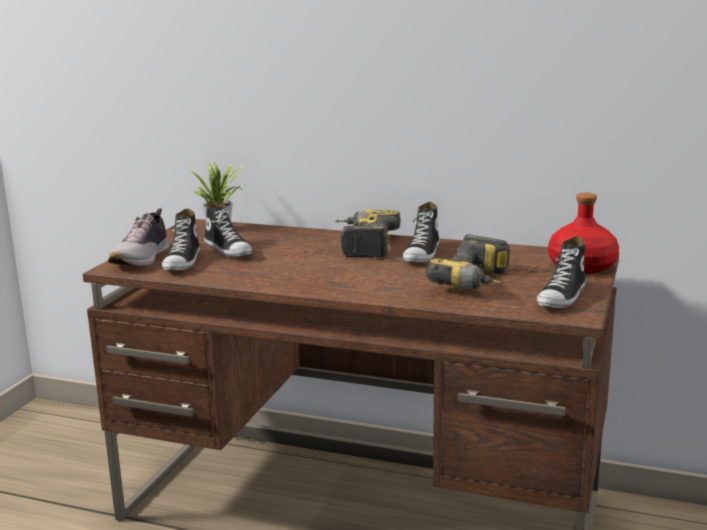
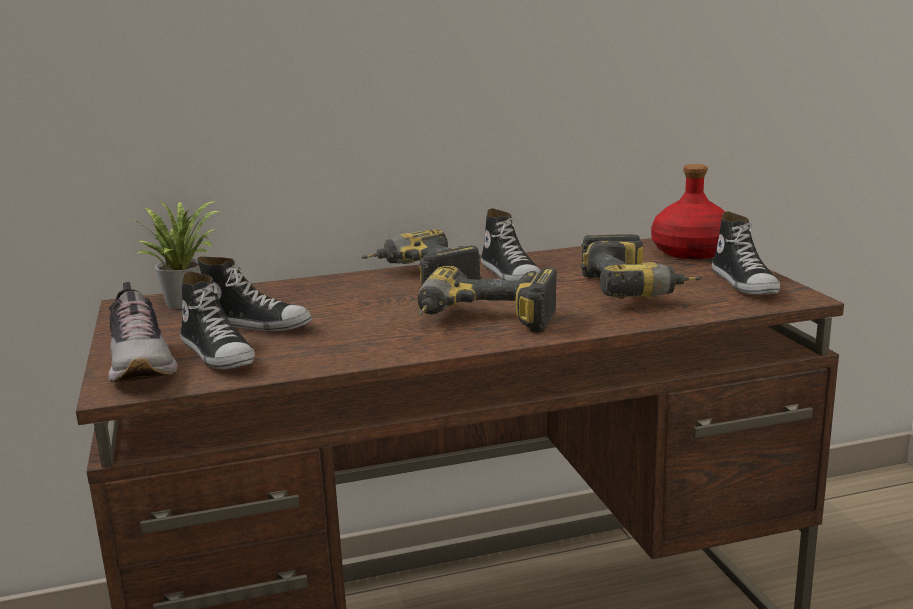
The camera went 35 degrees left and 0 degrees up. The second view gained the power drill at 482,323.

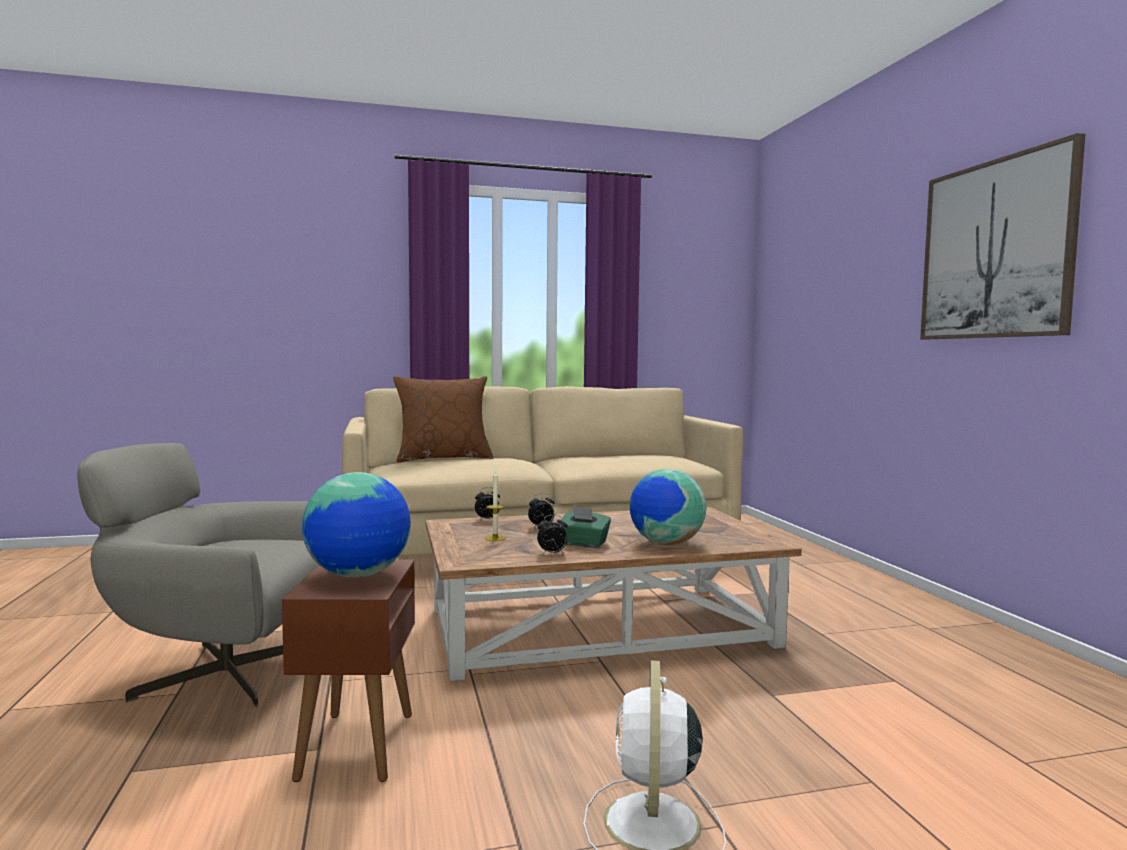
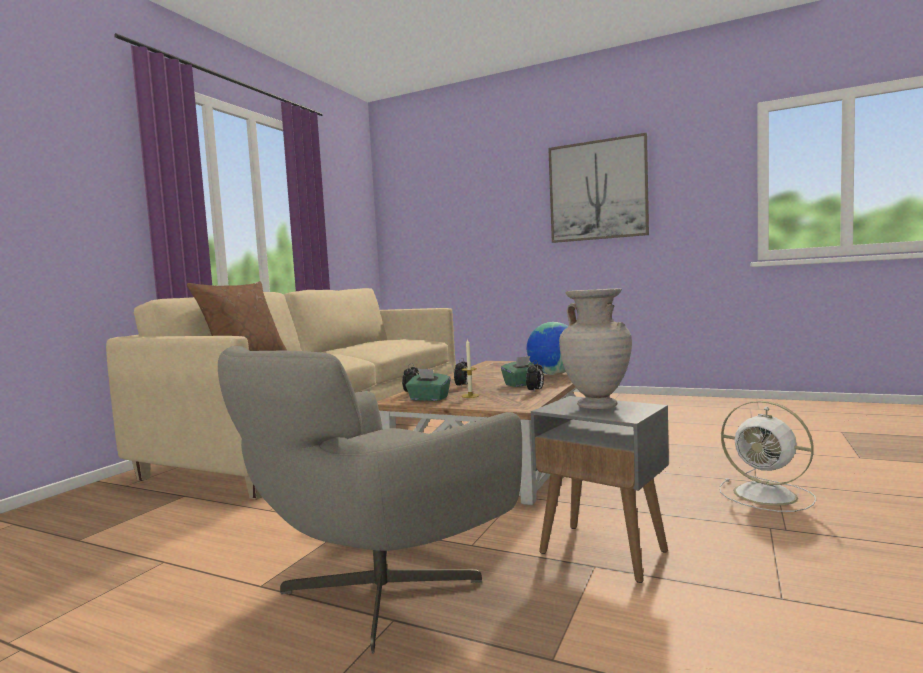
The camera went 50 degrees left and 0 degrees up. What was the side table (brown) at 356,746 turned into the side table (grey) at 604,552. Where the globe stood at 359,575, the vase (beige) came to stand at 597,406. The second view gained the tissue box (green) at 428,399.

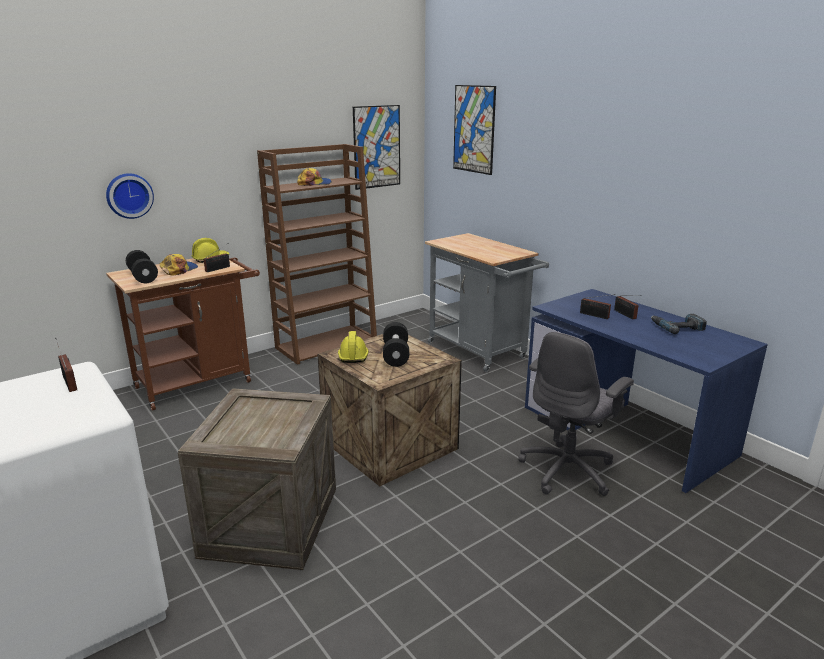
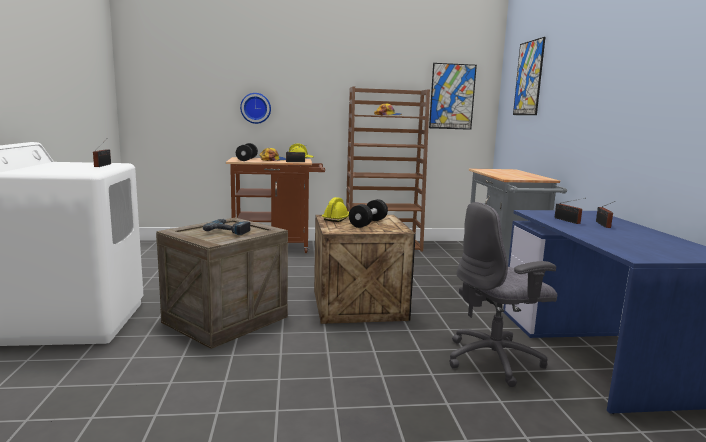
The camera went 30 degrees right and 10 degrees down. The power drill ended up elsewhere, having gone from 677,327 to 229,230.

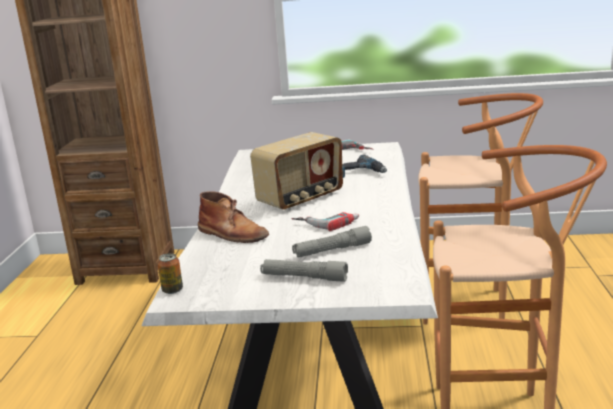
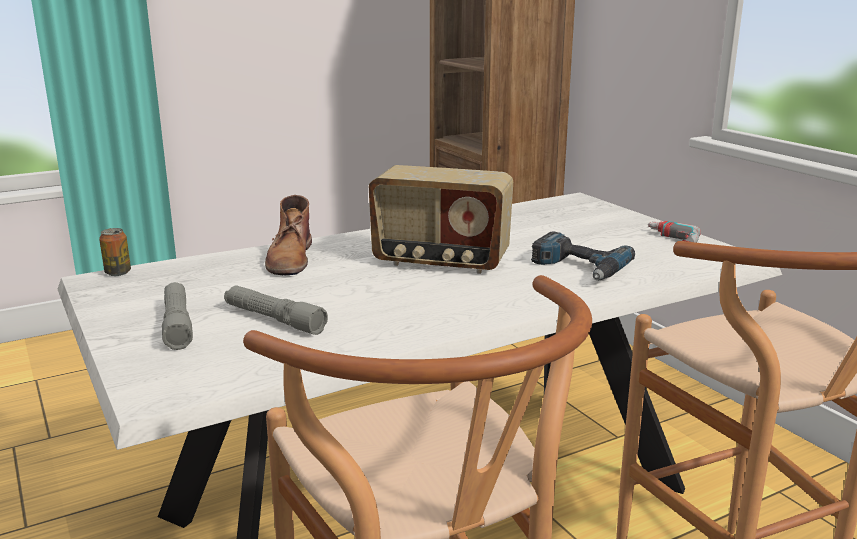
The camera went 55 degrees right and 0 degrees up. The second view lost the power drill at 326,222.

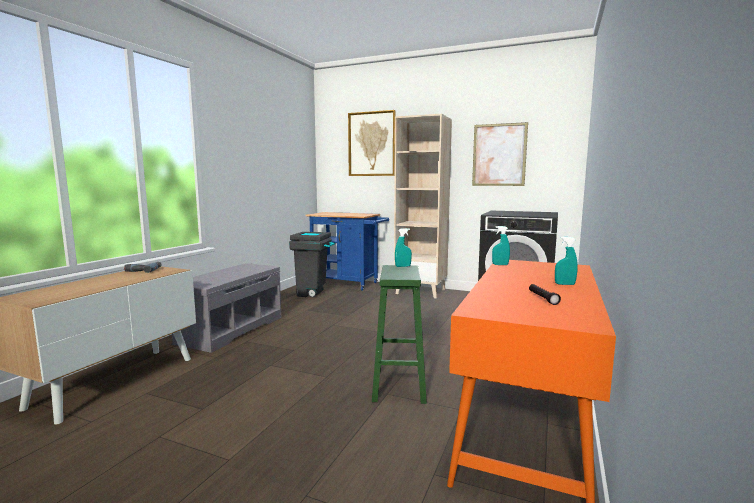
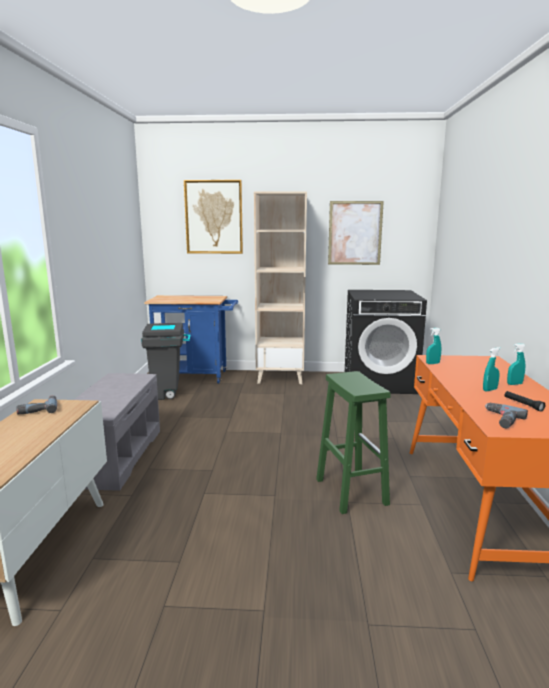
The camera went 20 degrees left and 5 degrees up. The spray bottle (turquoise) ended up elsewhere, having gone from 403,266 to 489,390. The second view gained the power drill at 501,419.

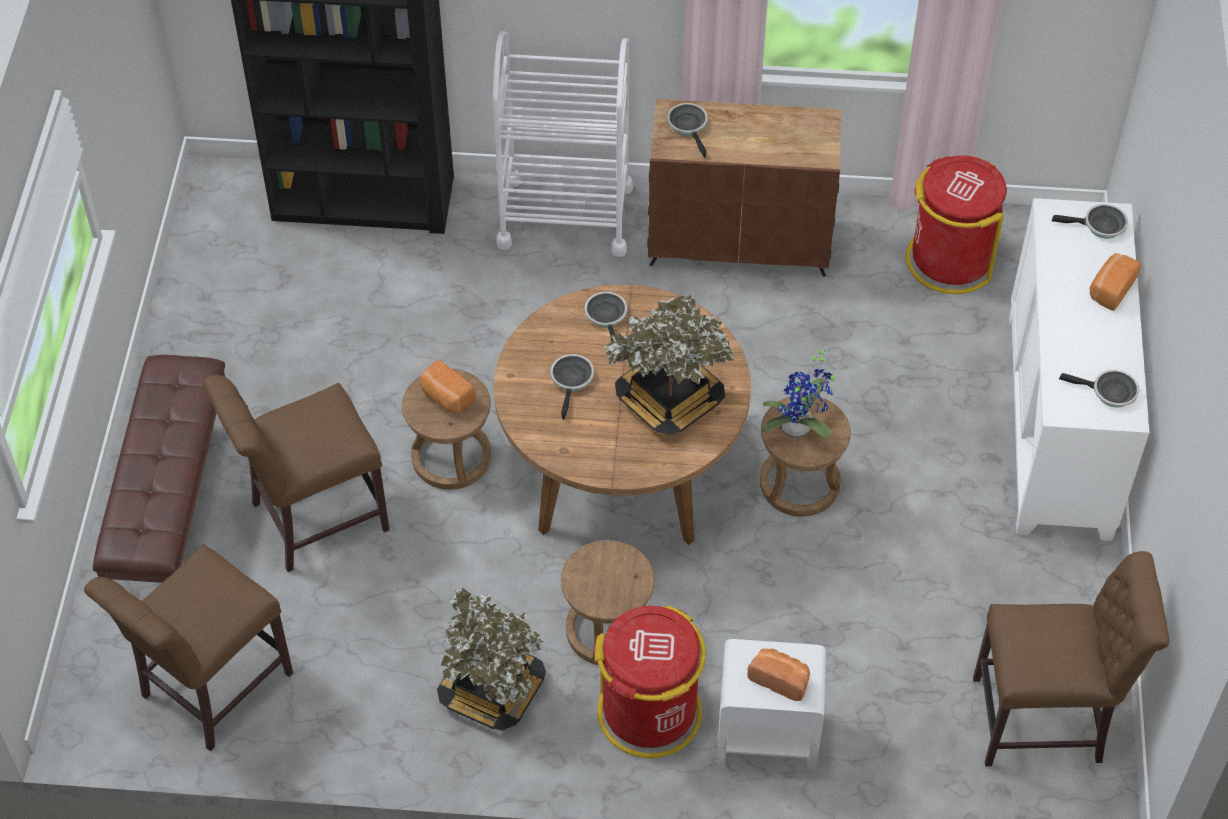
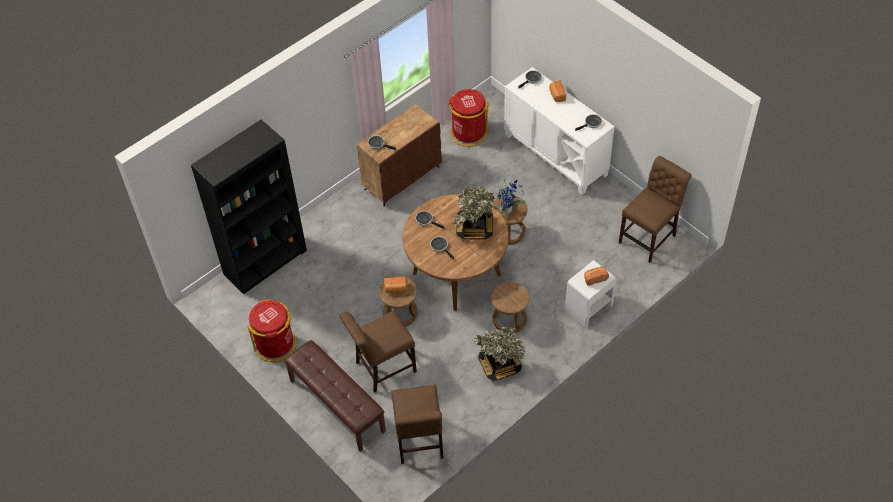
The camera went 45 degrees left and 0 degrees up. The chair (brown) at 311,518 ended up facing another way, 45 degrees clockwise from before. The second view lost the cart (white) at 565,216. The trash can (red) ended up elsewhere, having gone from 650,713 to 275,344.

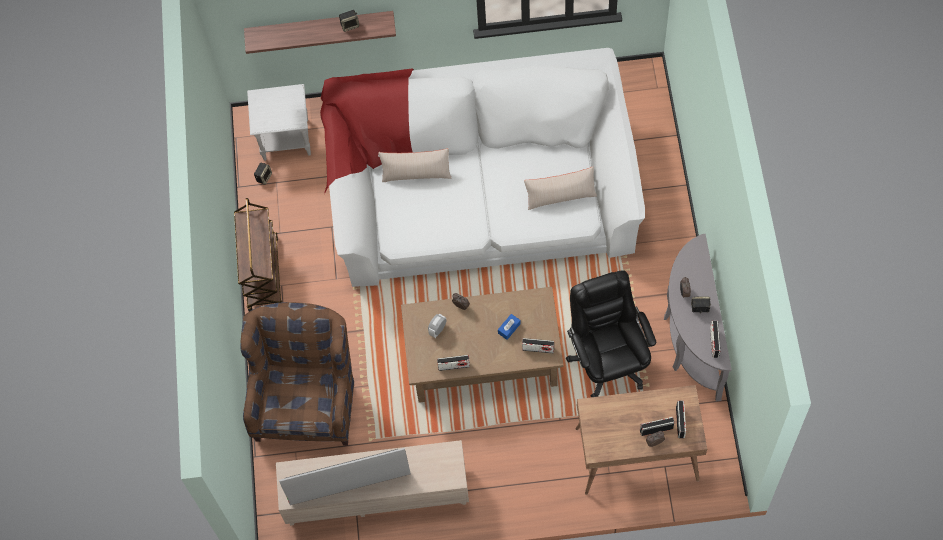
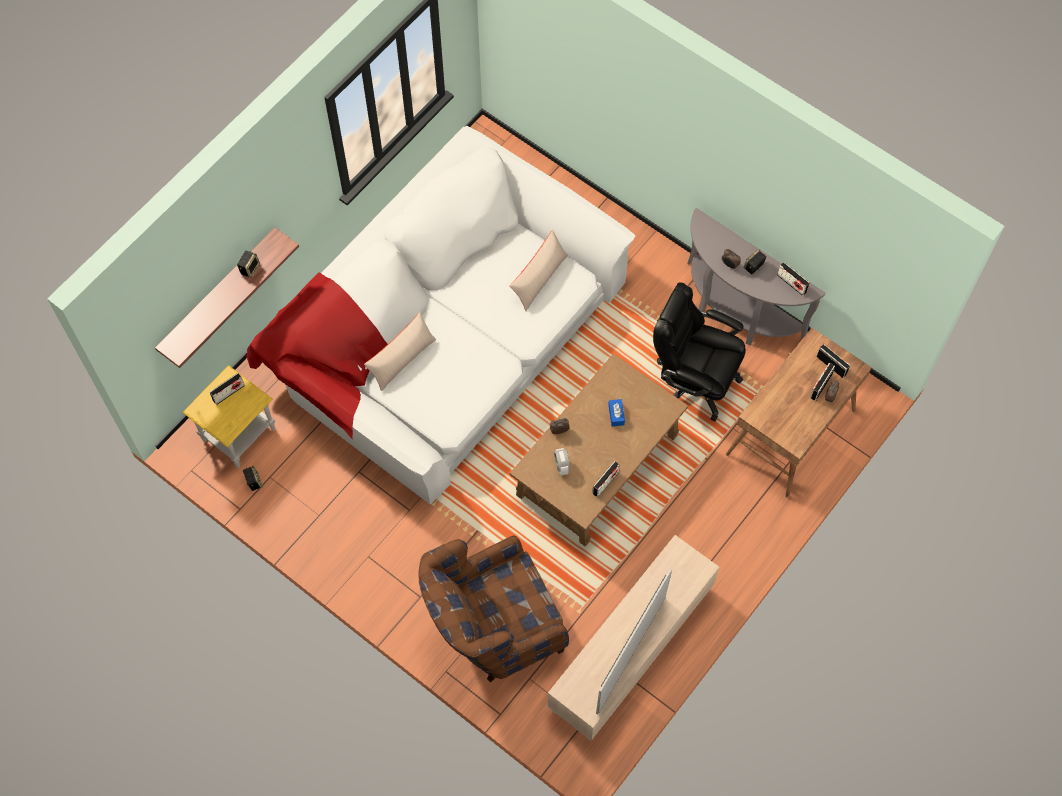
The camera went 50 degrees left and 0 degrees up. The second view lost the cart (brown) at 262,273. The armchair (brown) at 307,399 ended up facing another way, 75 degrees counterclockwise from before. What was the side table (white) at 286,139 turned into the side table (yellow) at 239,434. The radio ended up elsewhere, having gone from 538,349 to 228,393.

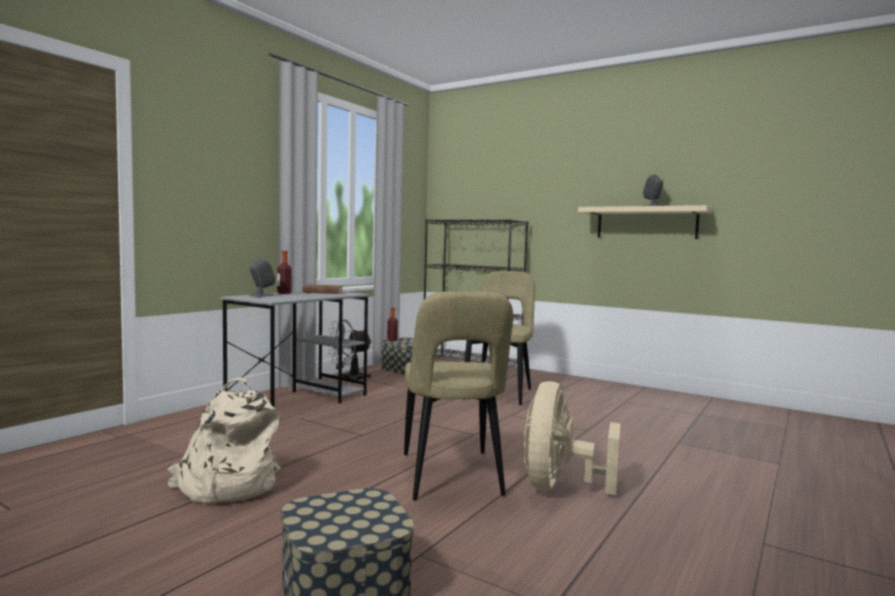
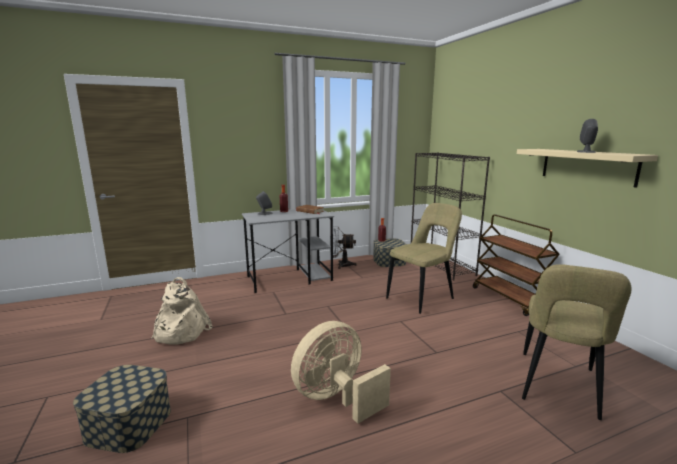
The camera went 35 degrees right and 10 degrees up. The chair (beige) ended up elsewhere, having gone from 452,477 to 558,387. The second view gained the cart (brown) at 510,299.

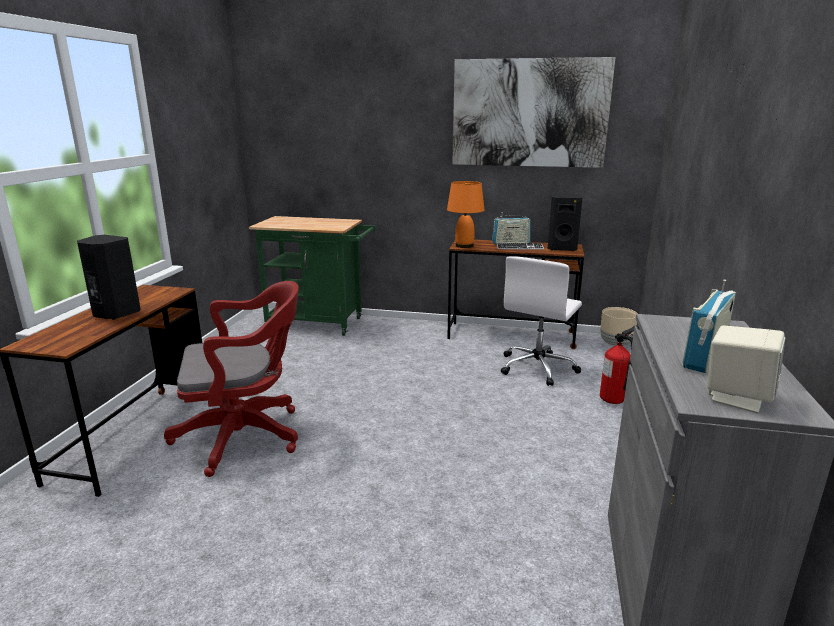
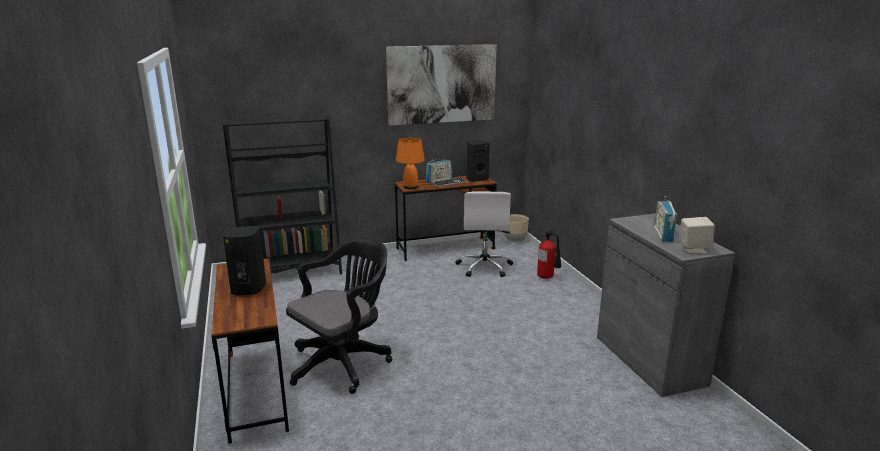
The camera went 30 degrees left and 0 degrees up. What was the office chair (red) at 246,436 turned into the office chair (black) at 343,362. Where the cart (green) stood at 320,323, the bookcase (black) came to stand at 291,271.

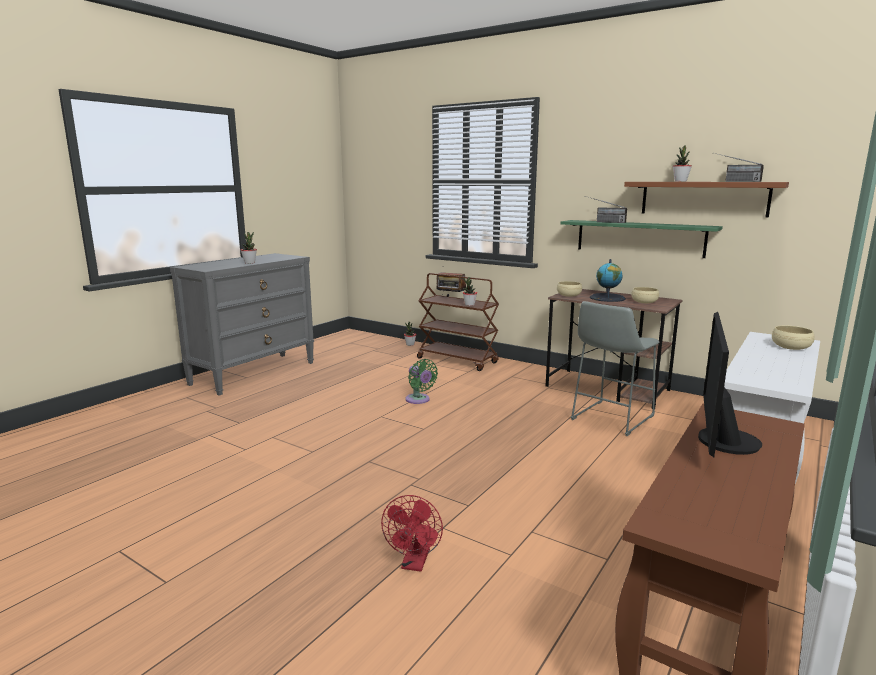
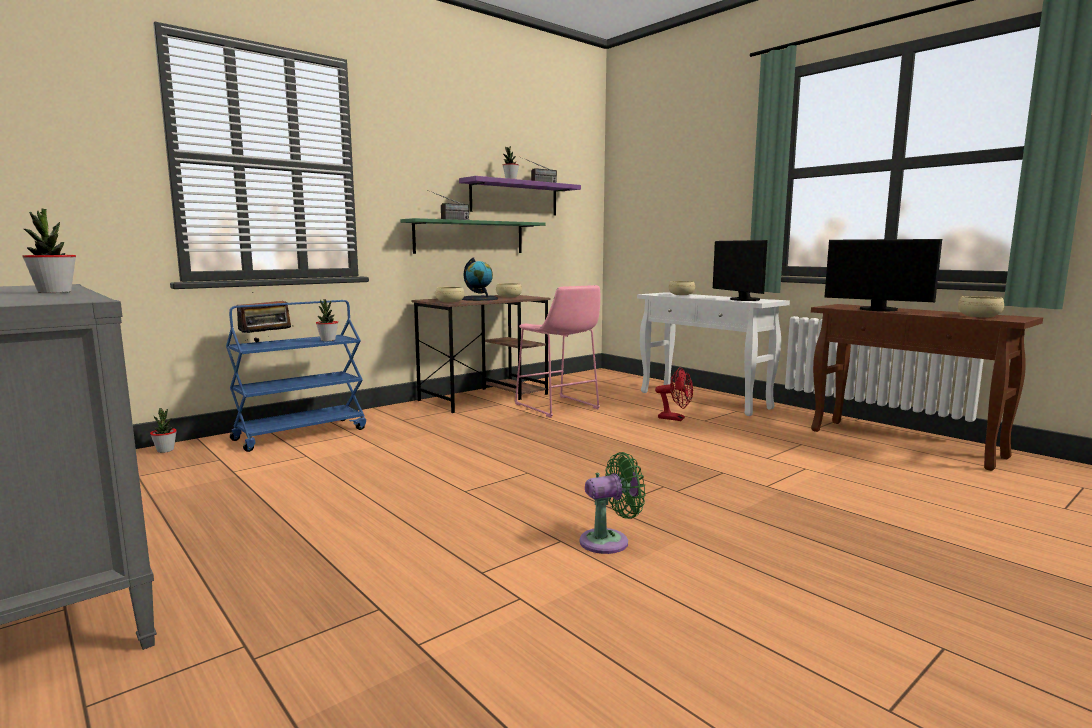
The camera went 75 degrees left and 5 degrees down. The fan (red) ended up elsewhere, having gone from 414,563 to 675,419. The fan (green) ended up elsewhere, having gone from 419,400 to 609,541. What was the cart (brown) at 457,360 turned into the cart (blue) at 301,434. What was the stool (grey) at 610,419 turned into the stool (pink) at 558,407. What was the shelf (brown) at 703,198 turned into the shelf (purple) at 514,198. The second view gained the monitor at 742,299. The second view gained the bowl (beige) at 979,316.

